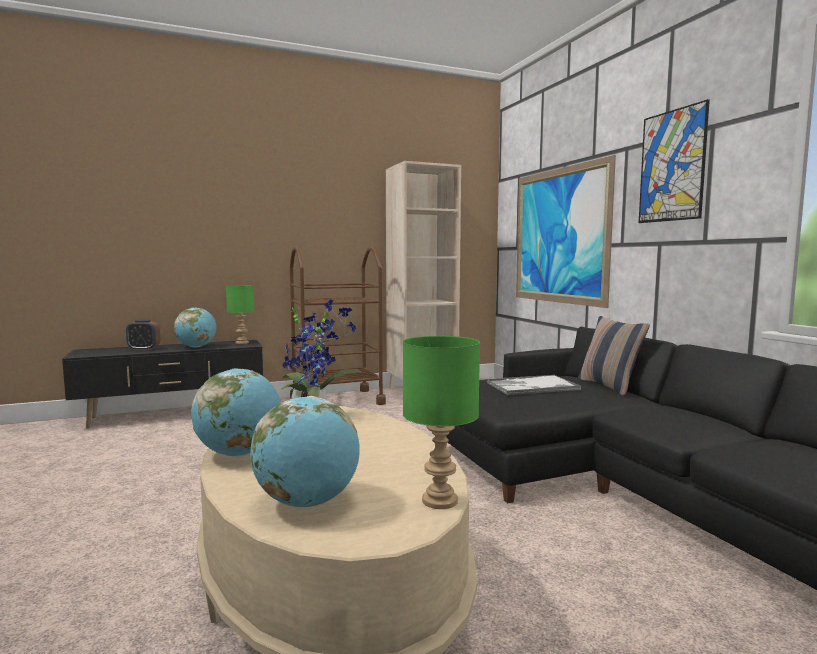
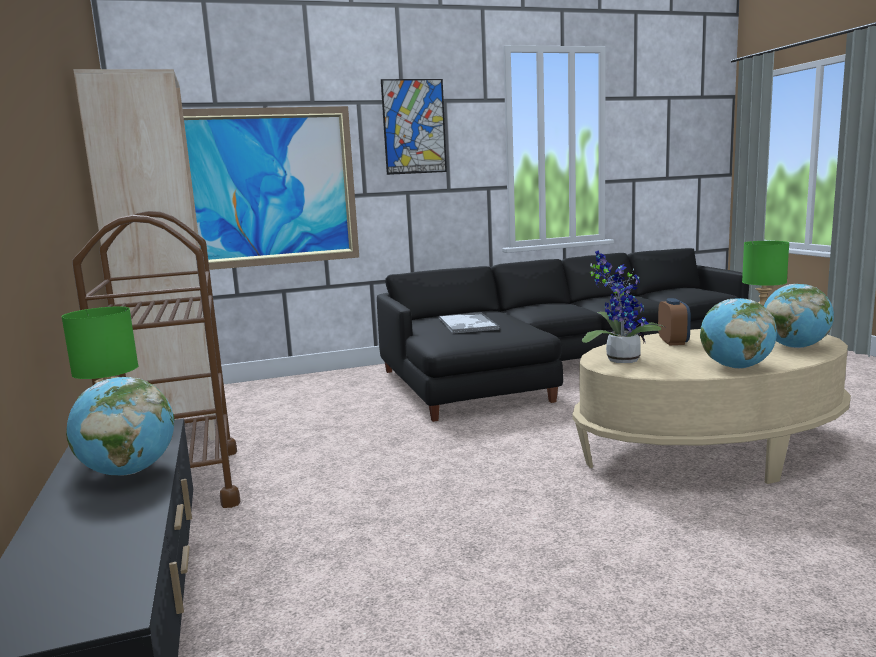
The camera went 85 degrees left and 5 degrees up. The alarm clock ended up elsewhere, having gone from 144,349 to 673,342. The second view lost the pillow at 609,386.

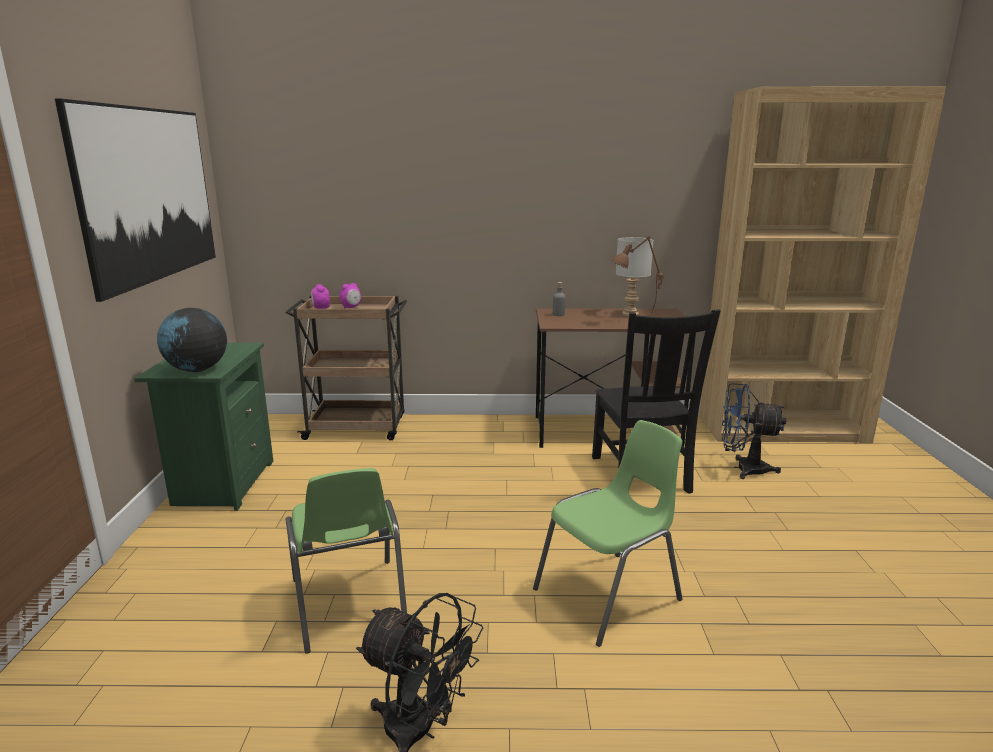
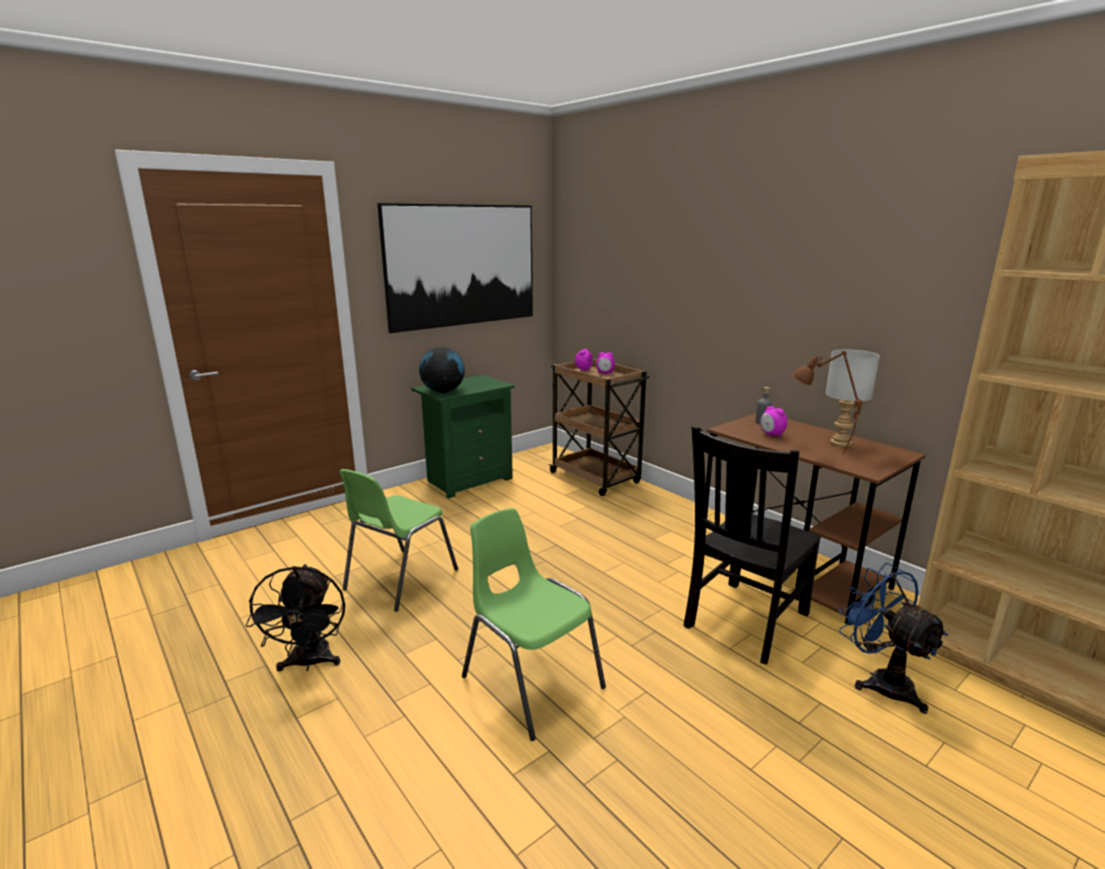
The camera went 50 degrees right and 0 degrees up. The chair (green) at 610,595 ended up facing another way, 150 degrees counterclockwise from before. The second view gained the alarm clock at 771,435.

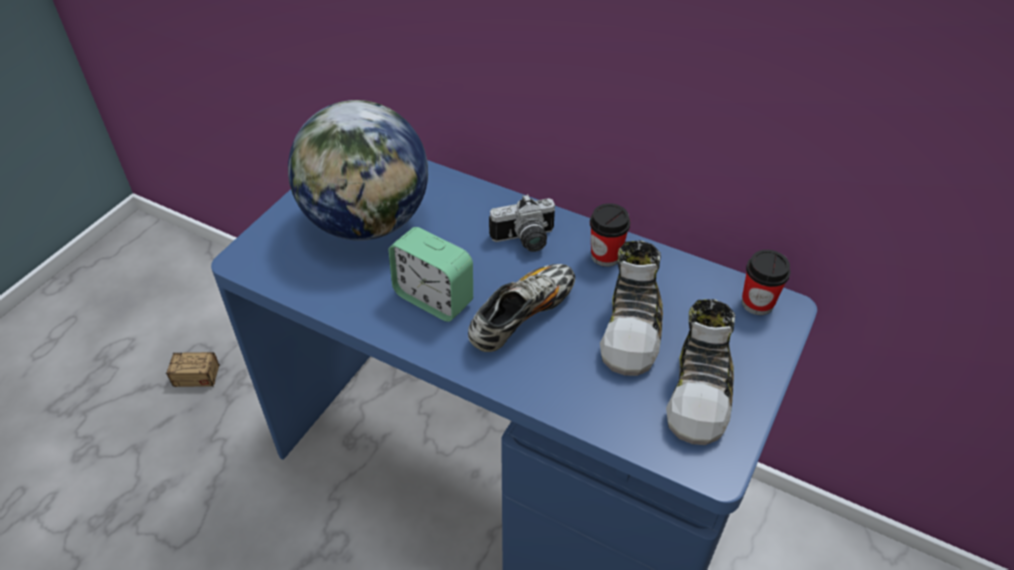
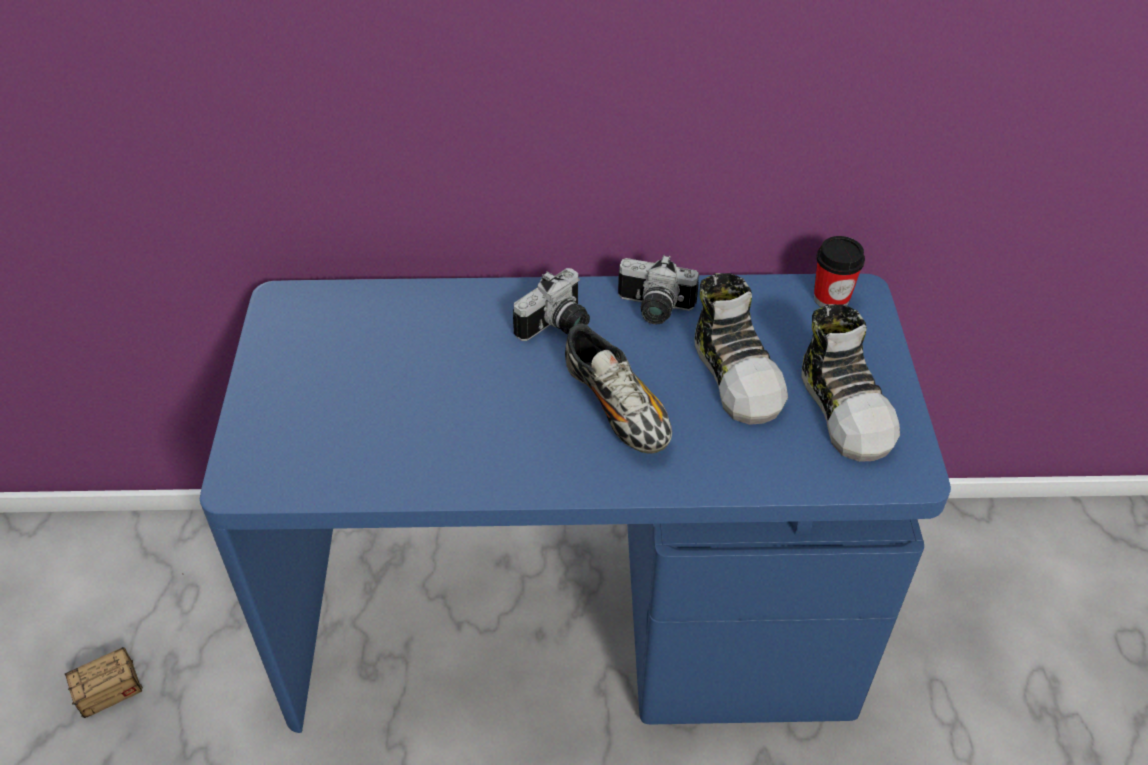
The camera went 30 degrees left and 0 degrees up. The second view lost the globe at 368,222. The second view lost the alarm clock at 434,298. The shoe at 522,316 ended up facing another way, 135 degrees clockwise from before. Where the cup stood at 606,256, the photo camera came to stand at 653,309.

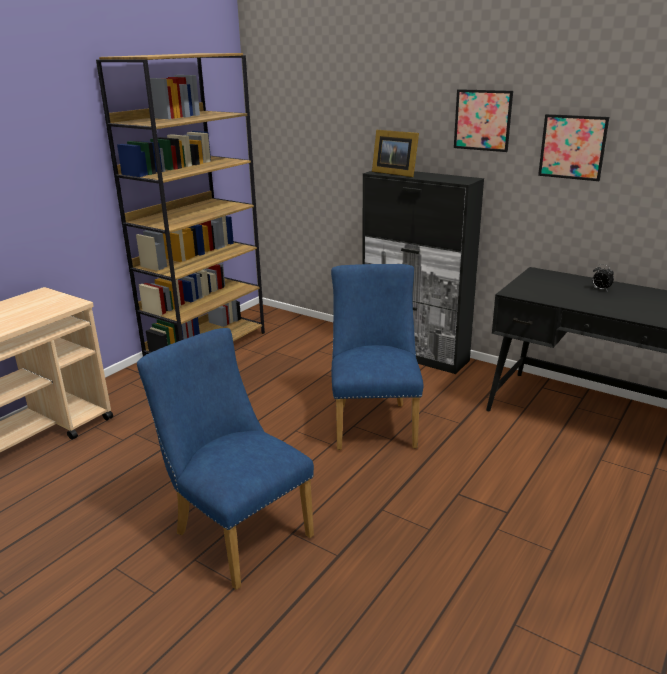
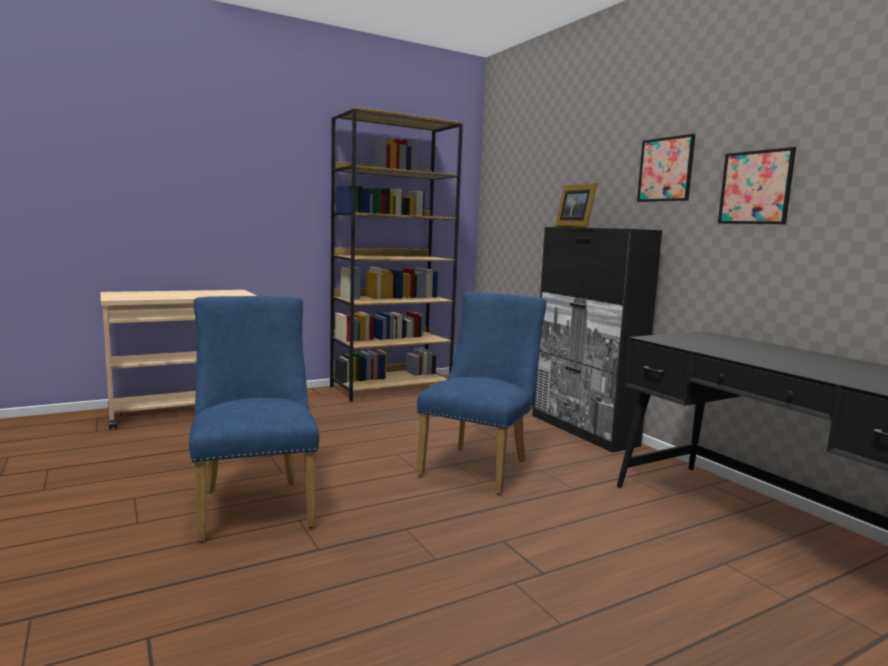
The camera went 25 degrees right and 15 degrees down. The second view lost the alarm clock at 600,289.

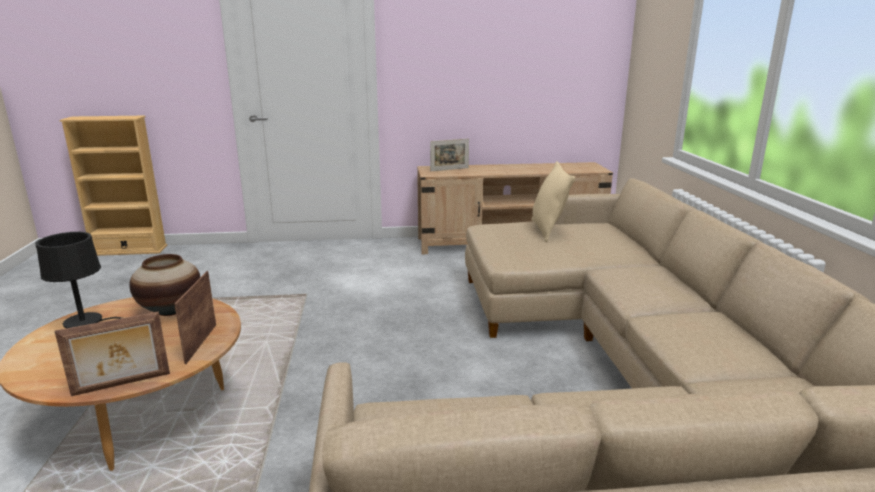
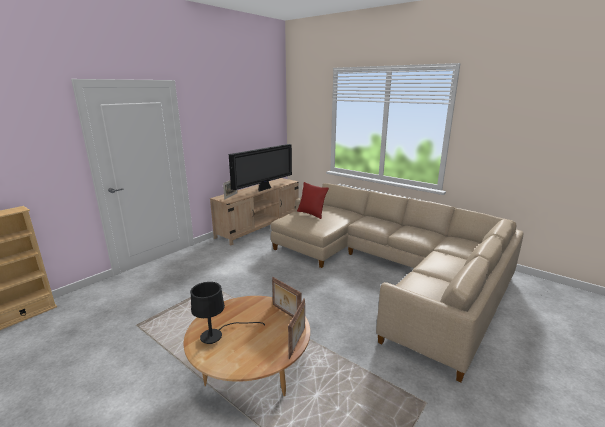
The camera went 45 degrees left and 0 degrees up. The second view lost the vase at 171,310. What was the pillow (beige) at 548,230 turned into the pillow (red) at 311,214. The second view gained the television at 264,189.

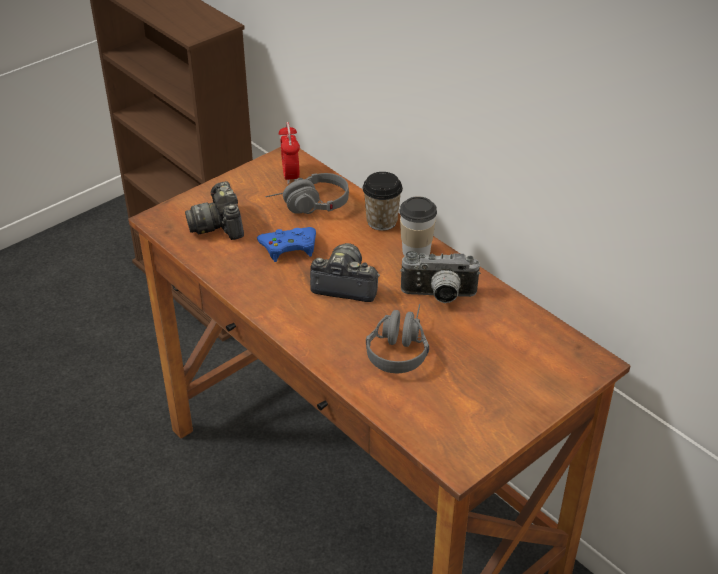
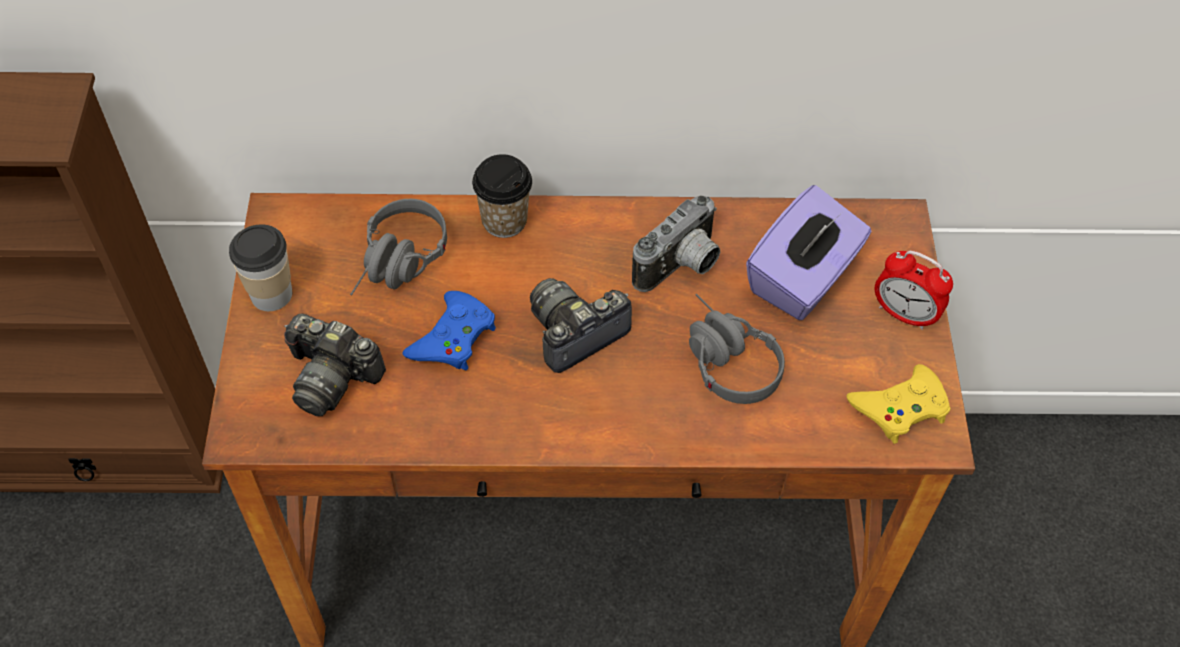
The camera went 50 degrees left and 15 degrees up. The alarm clock ended up elsewhere, having gone from 290,175 to 904,314. The cup ended up elsewhere, having gone from 416,251 to 271,294. The second view gained the tissue box (purple) at 802,278. The second view gained the game controller (yellow) at 900,408.

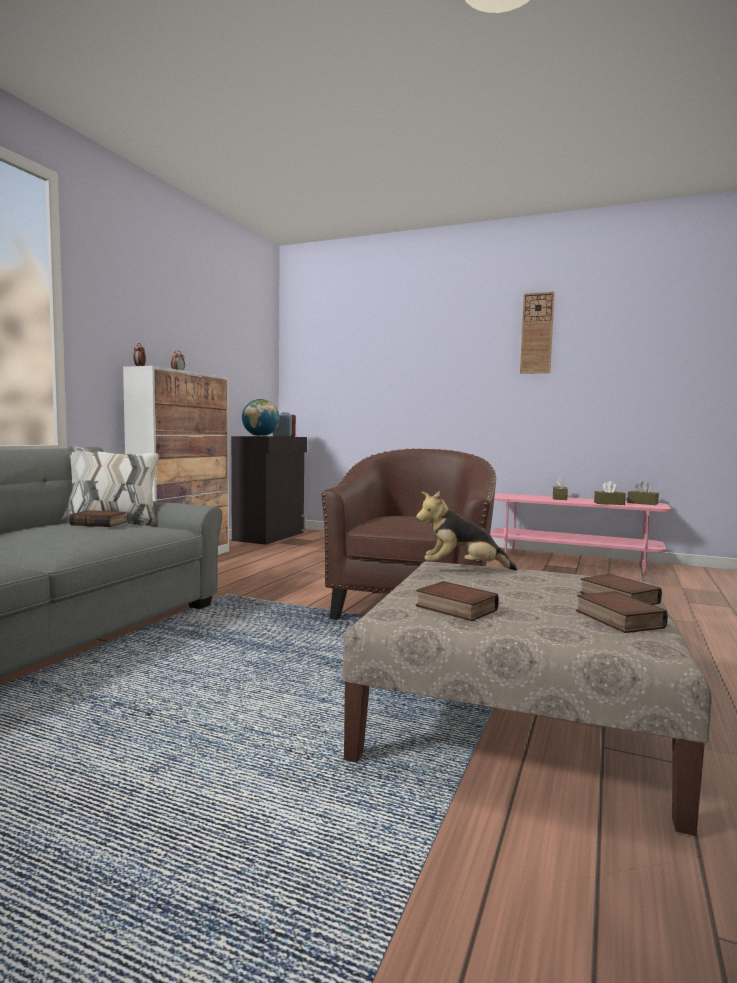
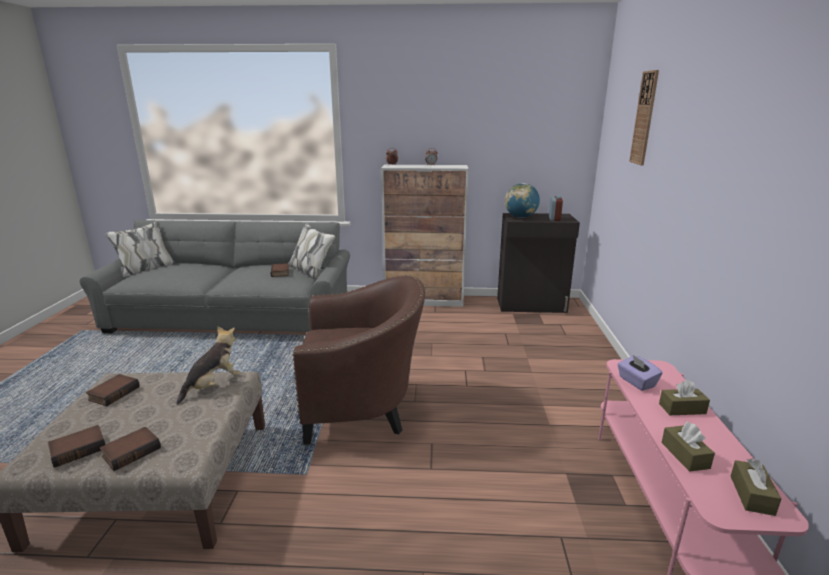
The camera went 70 degrees right and 15 degrees up. The plush toy at 462,570 ended up facing another way, 60 degrees clockwise from before. The wall clock ended up elsewhere, having gone from 537,333 to 644,118. The second view gained the tissue box (purple) at 636,382.

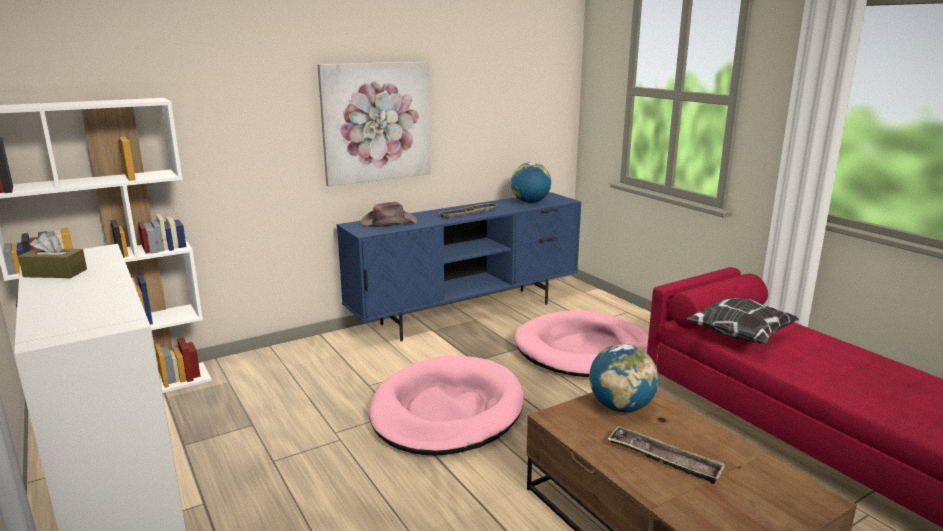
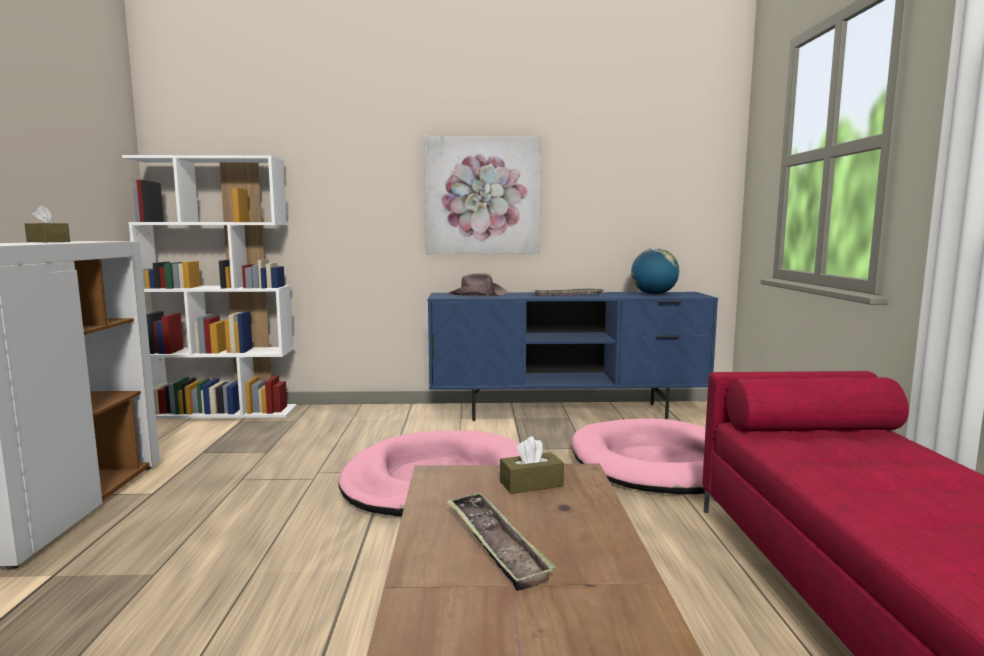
The camera went 30 degrees right and 10 degrees down. Where the globe stood at 621,407, the tissue box (brown) came to stand at 531,484. The second view lost the pillow at 738,335.

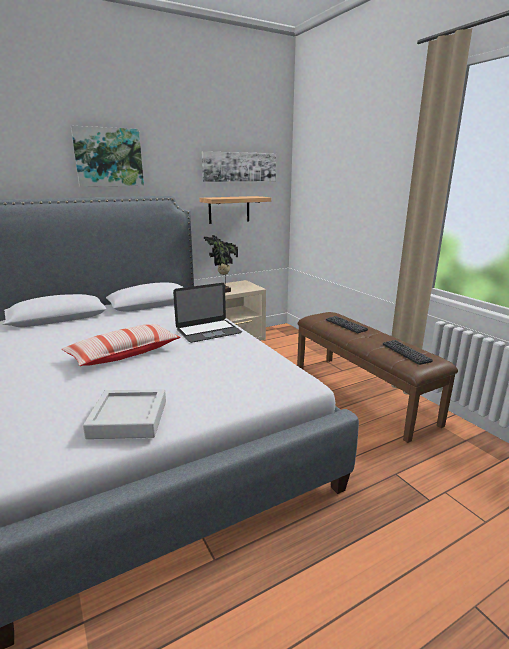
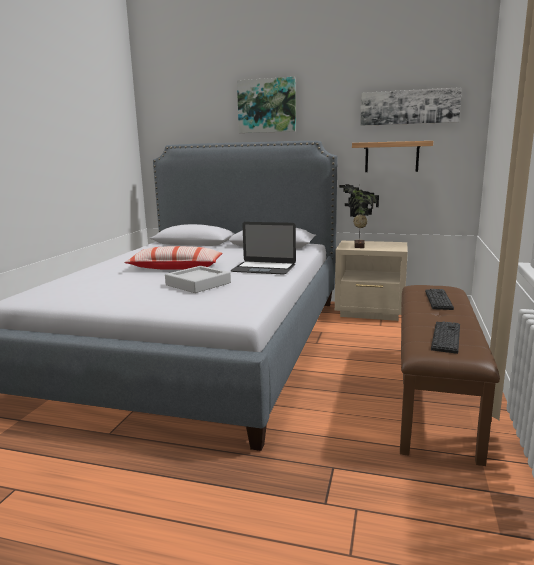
The camera went 45 degrees right and 5 degrees down. The tray (grey) ended up elsewhere, having gone from 128,419 to 198,284.

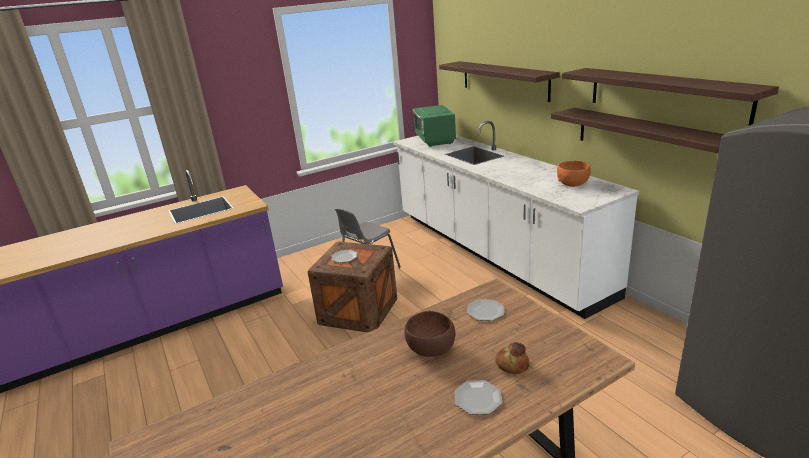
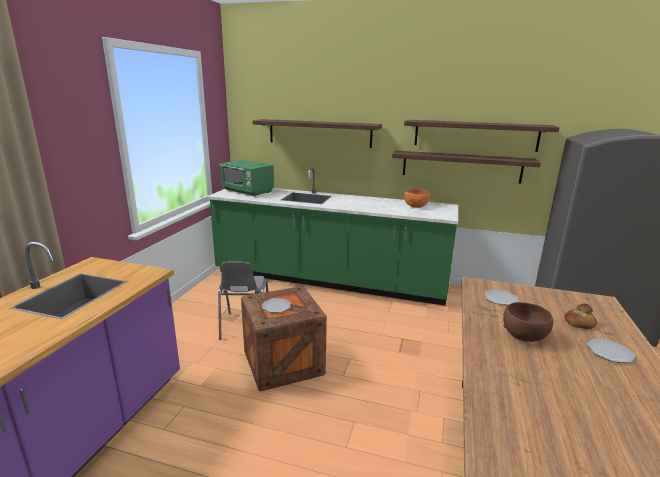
The camera went 45 degrees left and 5 degrees down. What was the counter (white) at 493,252 turned into the counter (green) at 329,280.

